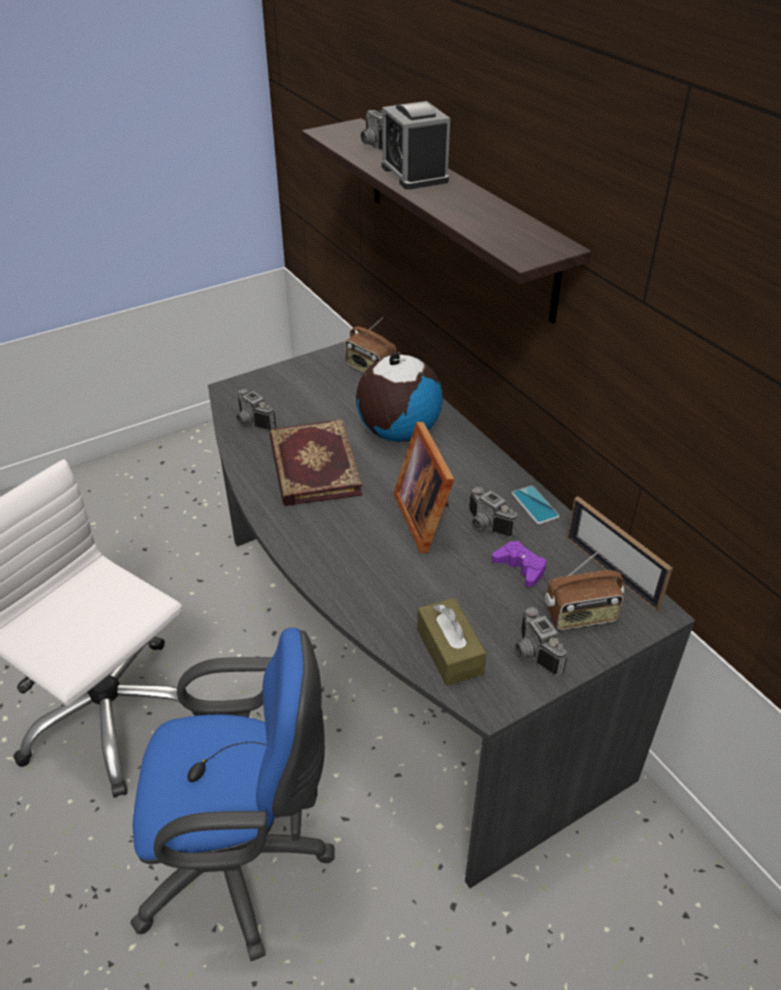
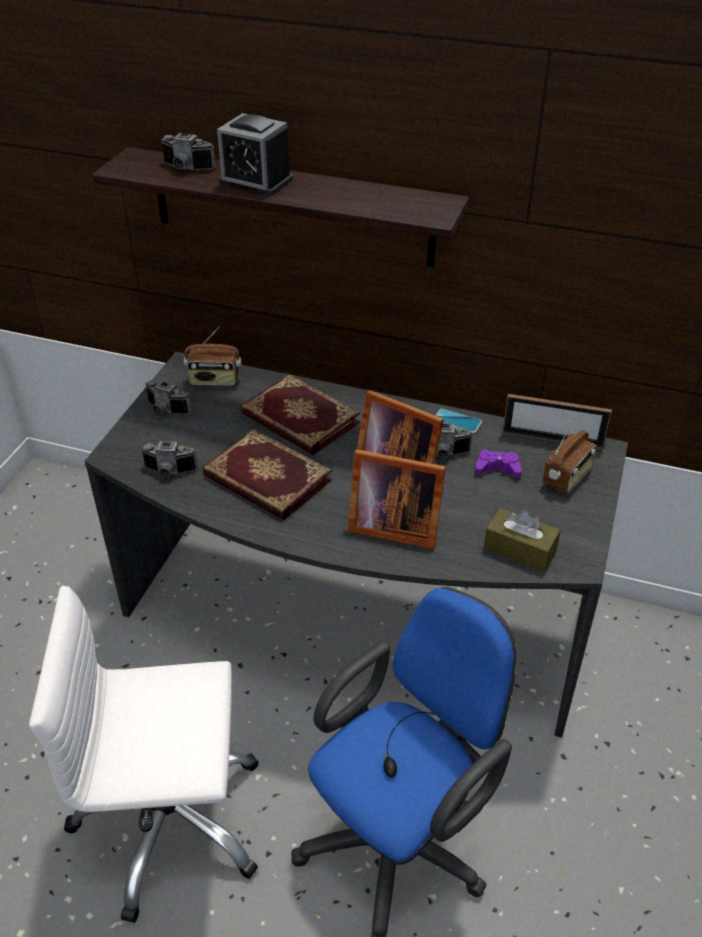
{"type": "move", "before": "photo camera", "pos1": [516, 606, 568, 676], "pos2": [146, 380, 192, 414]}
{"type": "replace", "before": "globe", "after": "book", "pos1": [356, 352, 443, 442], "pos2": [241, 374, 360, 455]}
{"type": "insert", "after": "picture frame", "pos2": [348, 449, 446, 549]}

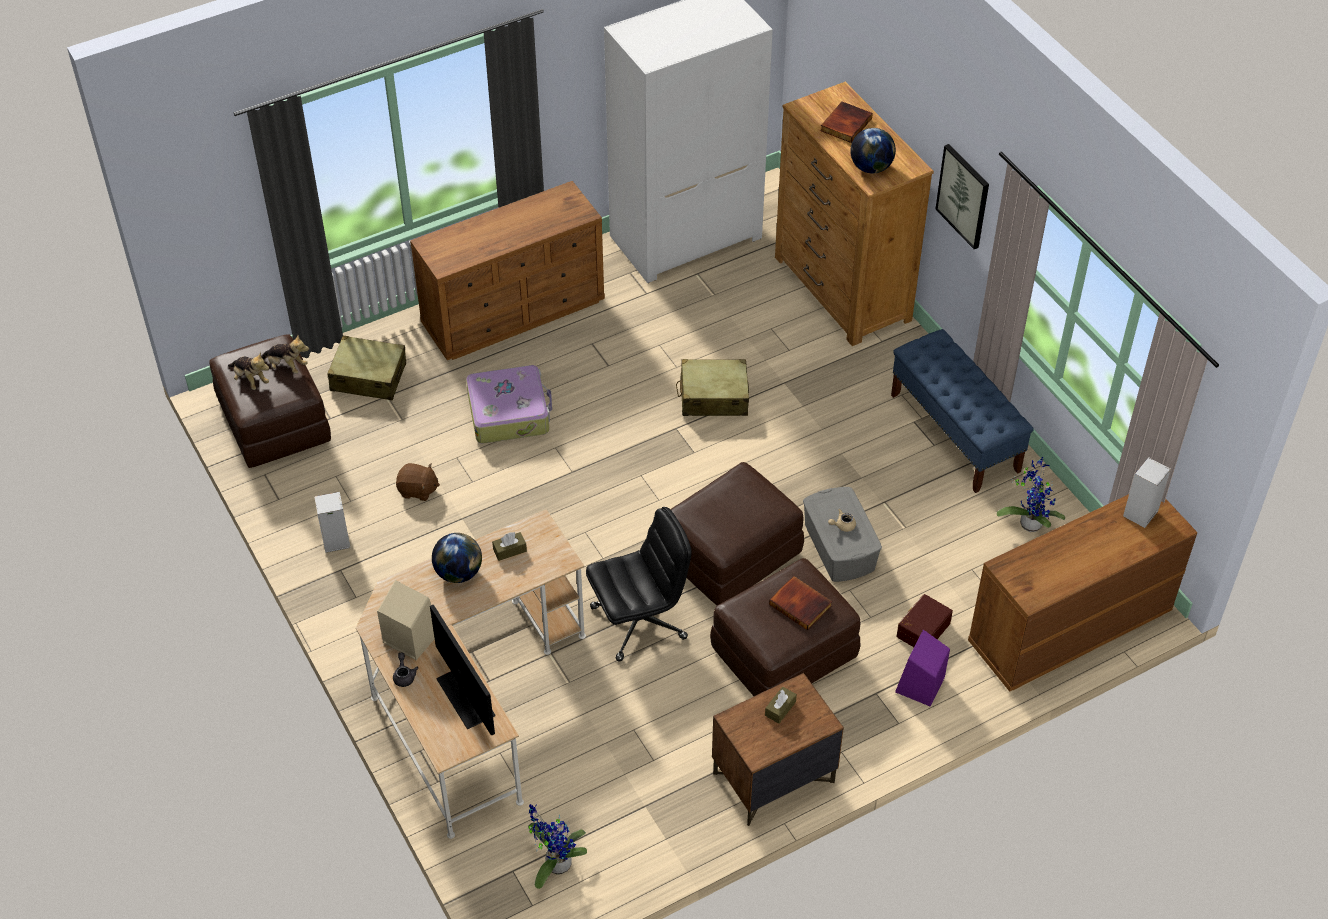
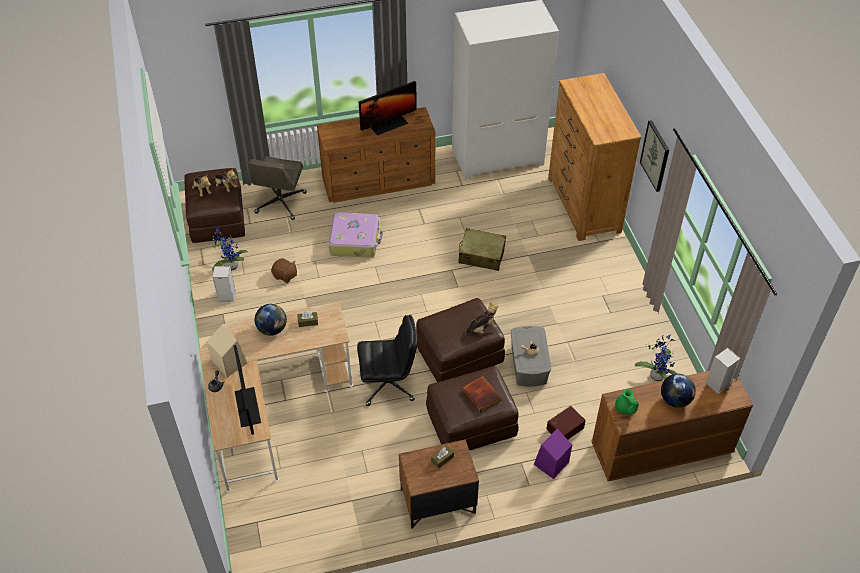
{"type": "move", "before": "potted plant", "pos1": [528, 804, 587, 889], "pos2": [211, 227, 248, 271]}
{"type": "replace", "before": "beige suitcase", "after": "grey office chair", "pos1": [328, 336, 406, 400], "pos2": [248, 156, 307, 220]}
{"type": "insert", "after": "monitor", "pos2": [359, 81, 417, 135]}
{"type": "insert", "after": "plush toy", "pos2": [464, 302, 498, 338]}
{"type": "insert", "after": "green teapot", "pos2": [615, 389, 639, 414]}
{"type": "move", "before": "globe", "pos1": [850, 128, 896, 173], "pos2": [661, 374, 696, 408]}
{"type": "delete", "before": "book", "pos1": [820, 101, 872, 143]}
{"type": "delete", "before": "blue bench", "pos1": [891, 329, 1034, 493]}

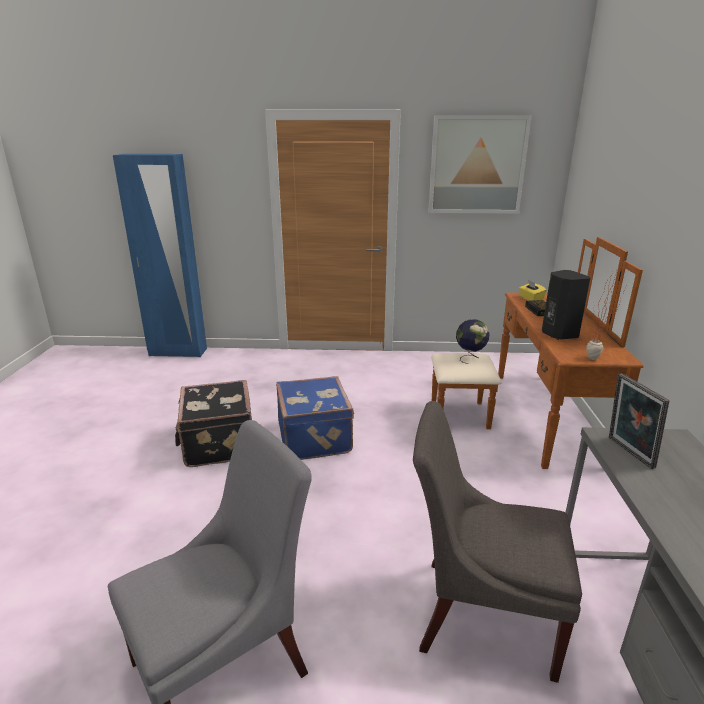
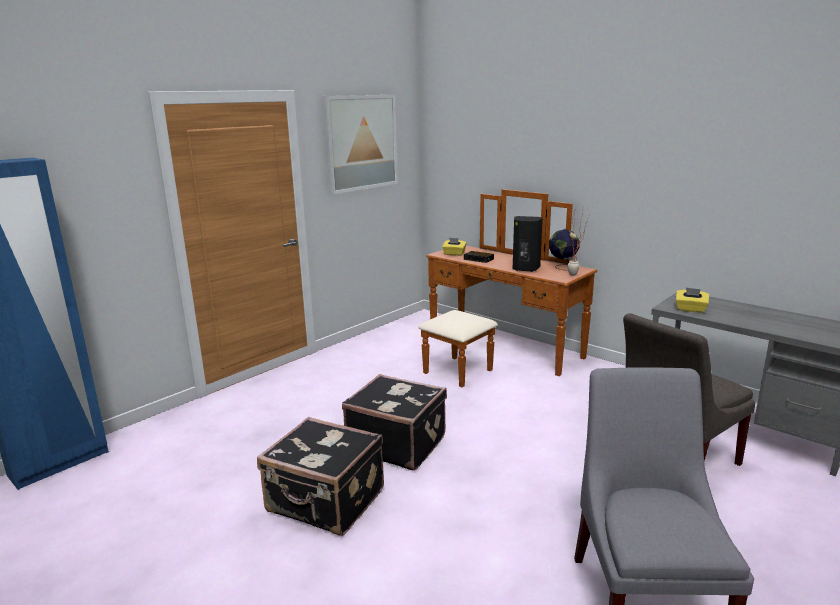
{"type": "recolor", "before": "blue suitcase", "after": "black suitcase", "pos1": [276, 376, 354, 460], "pos2": [342, 374, 447, 471]}
{"type": "move", "before": "globe", "pos1": [456, 319, 490, 364], "pos2": [549, 229, 580, 270]}
{"type": "replace", "before": "picture frame", "after": "yellow tissue box", "pos1": [609, 373, 669, 469], "pos2": [676, 287, 709, 313]}

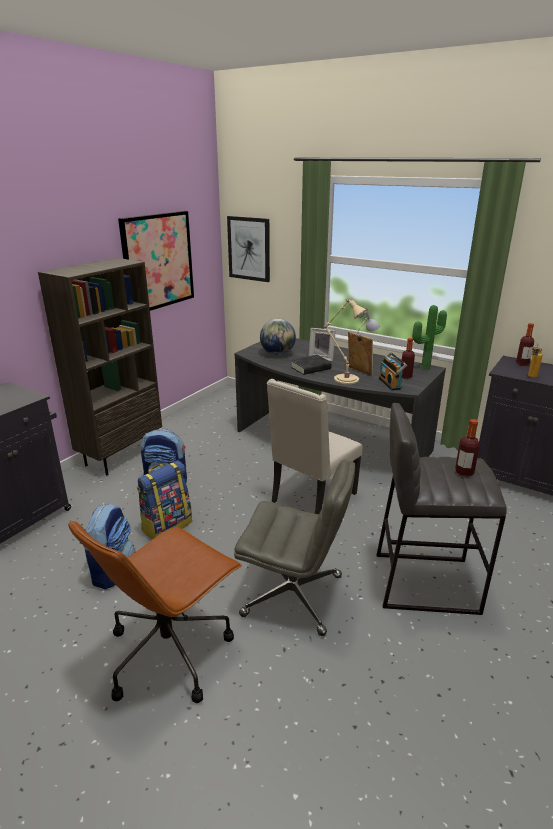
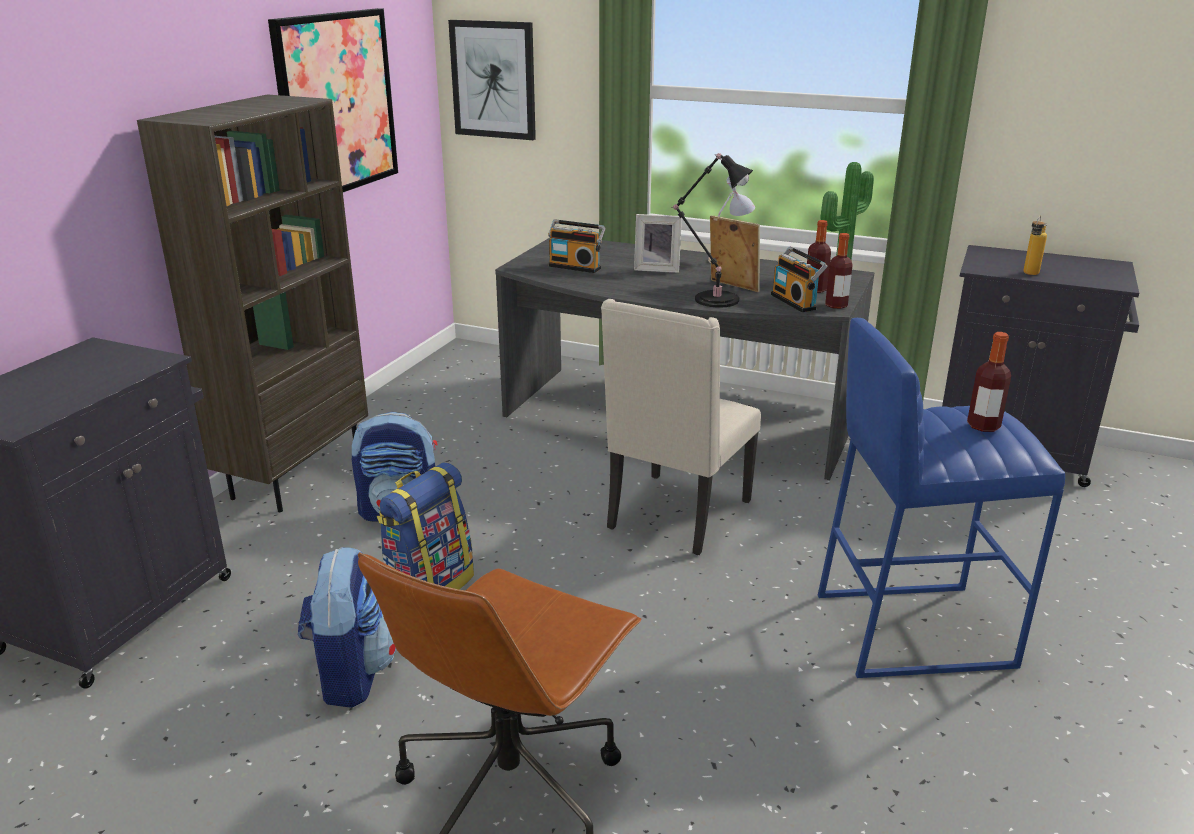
{"type": "replace", "before": "globe", "after": "radio", "pos1": [260, 319, 296, 356], "pos2": [548, 219, 606, 273]}
{"type": "recolor", "before": "beige table lamp", "after": "black table lamp", "pos1": [324, 299, 367, 384], "pos2": [671, 153, 753, 308]}
{"type": "recolor", "before": "grey stool", "after": "blue stool", "pos1": [376, 403, 507, 615], "pos2": [818, 318, 1065, 678]}
{"type": "move", "before": "bottle", "pos1": [516, 323, 534, 366], "pos2": [825, 233, 852, 309]}
{"type": "delete", "before": "grey office chair", "pos1": [234, 460, 356, 636]}
{"type": "delete", "before": "black book", "pos1": [291, 355, 332, 375]}

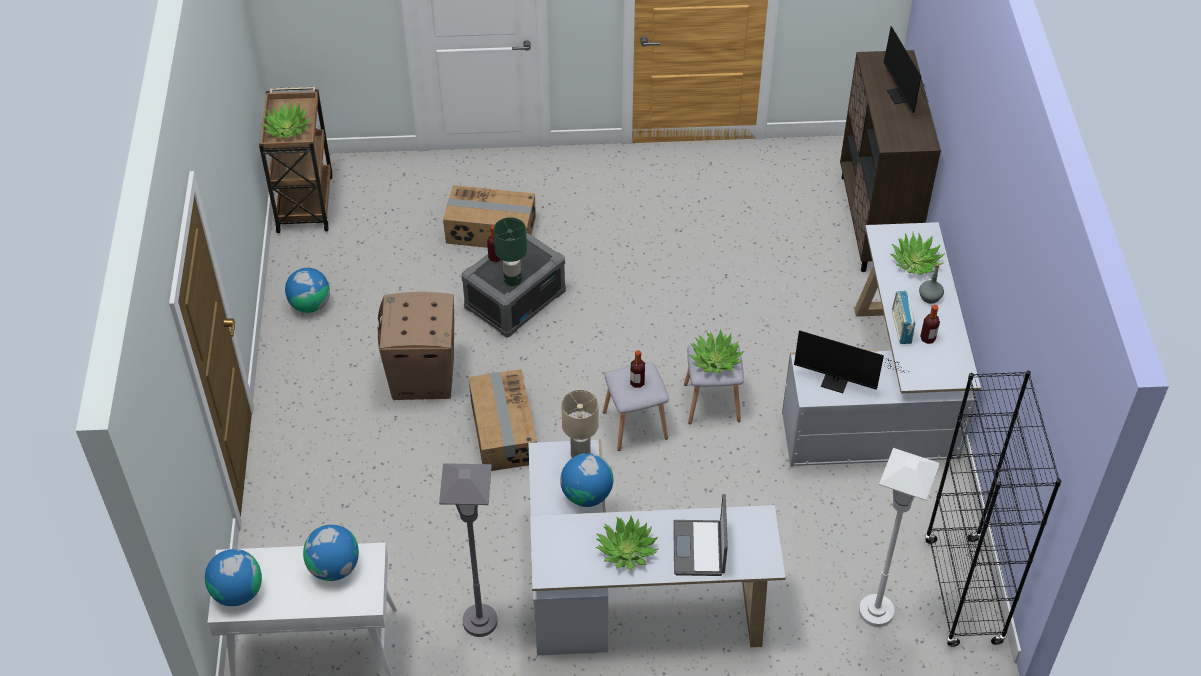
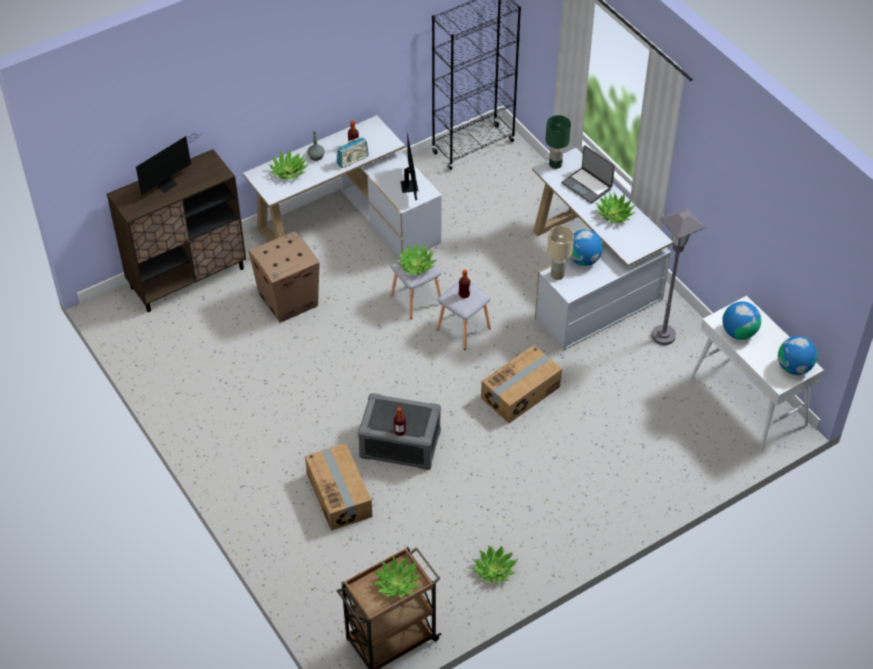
{"type": "move", "before": "cardboard box", "pos1": [378, 292, 454, 400], "pos2": [248, 231, 319, 323]}
{"type": "replace", "before": "globe", "after": "potted plant", "pos1": [285, 268, 330, 313], "pos2": [472, 545, 517, 584]}
{"type": "move", "before": "green table lamp", "pos1": [493, 217, 527, 286], "pos2": [545, 115, 571, 169]}
{"type": "rotate", "before": "laptop", "pos1": [673, 494, 728, 576], "pos2": [562, 145, 615, 204], "turn": 75}
{"type": "delete", "before": "white floor lamp", "pos1": [859, 448, 940, 627]}

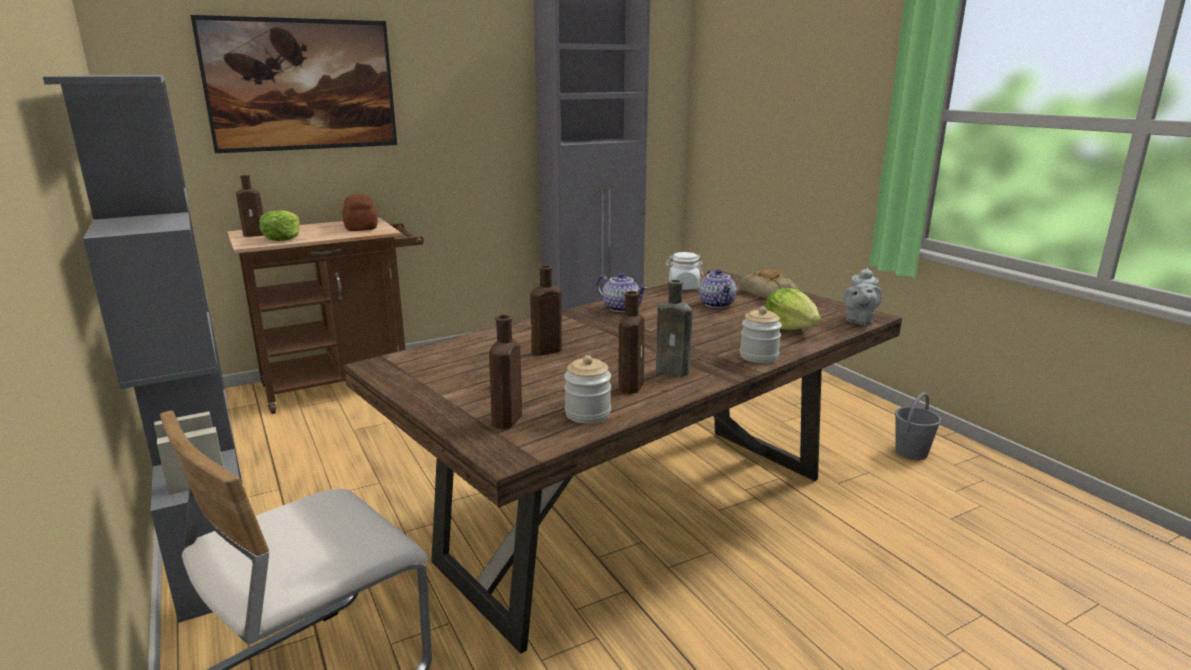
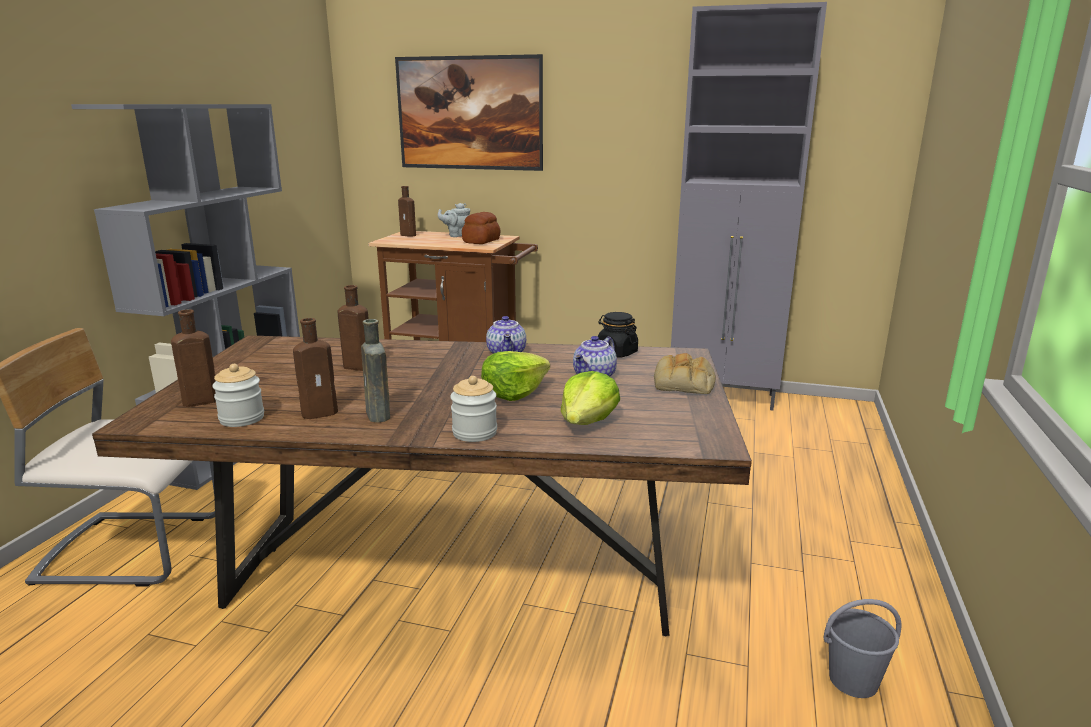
{"type": "move", "before": "grey teapot", "pos1": [843, 268, 883, 325], "pos2": [438, 203, 470, 237]}
{"type": "move", "before": "lettuce", "pos1": [259, 210, 300, 241], "pos2": [481, 351, 550, 401]}
{"type": "recolor", "before": "white jar", "after": "black jar", "pos1": [666, 252, 703, 290], "pos2": [597, 312, 638, 357]}

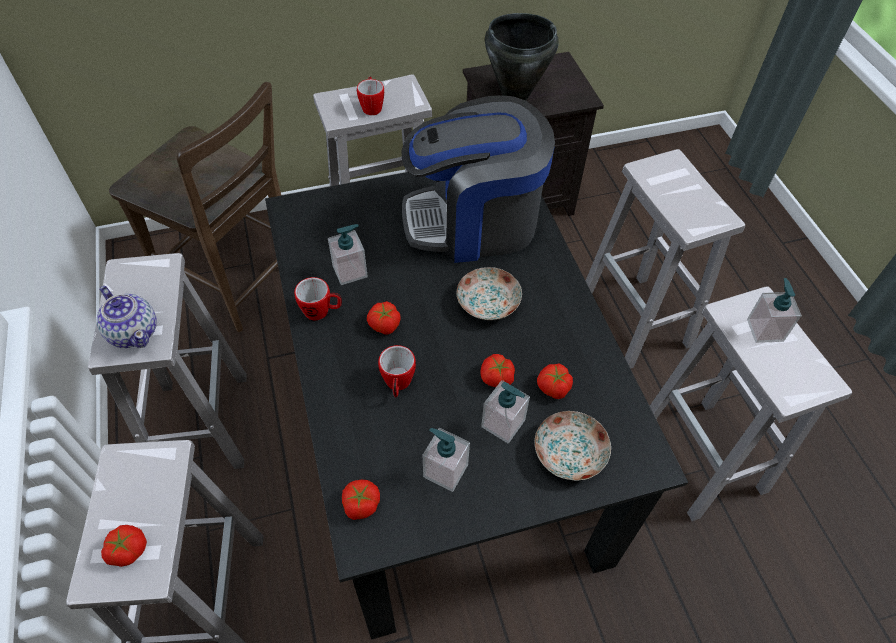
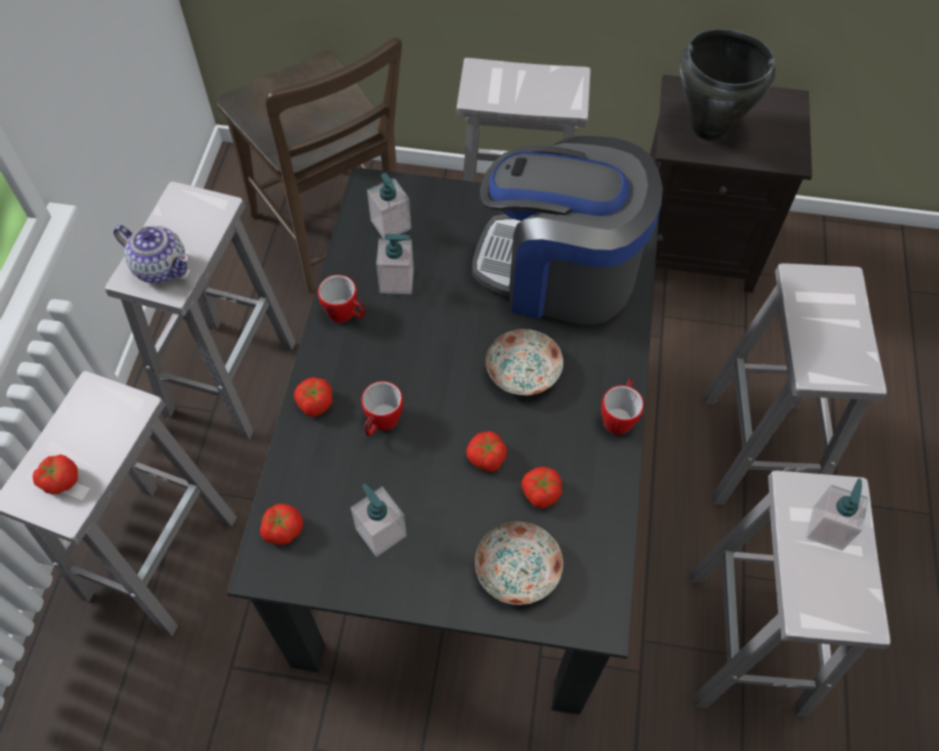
{"type": "rotate", "before": "teapot", "pos1": [96, 286, 156, 348], "pos2": [114, 225, 189, 283], "turn": -45}
{"type": "move", "before": "tomato", "pos1": [367, 301, 400, 335], "pos2": [294, 377, 332, 417]}
{"type": "move", "before": "soap dispenser", "pos1": [481, 380, 530, 443], "pos2": [367, 173, 411, 238]}
{"type": "move", "before": "mug", "pos1": [357, 77, 384, 115], "pos2": [601, 378, 644, 435]}

